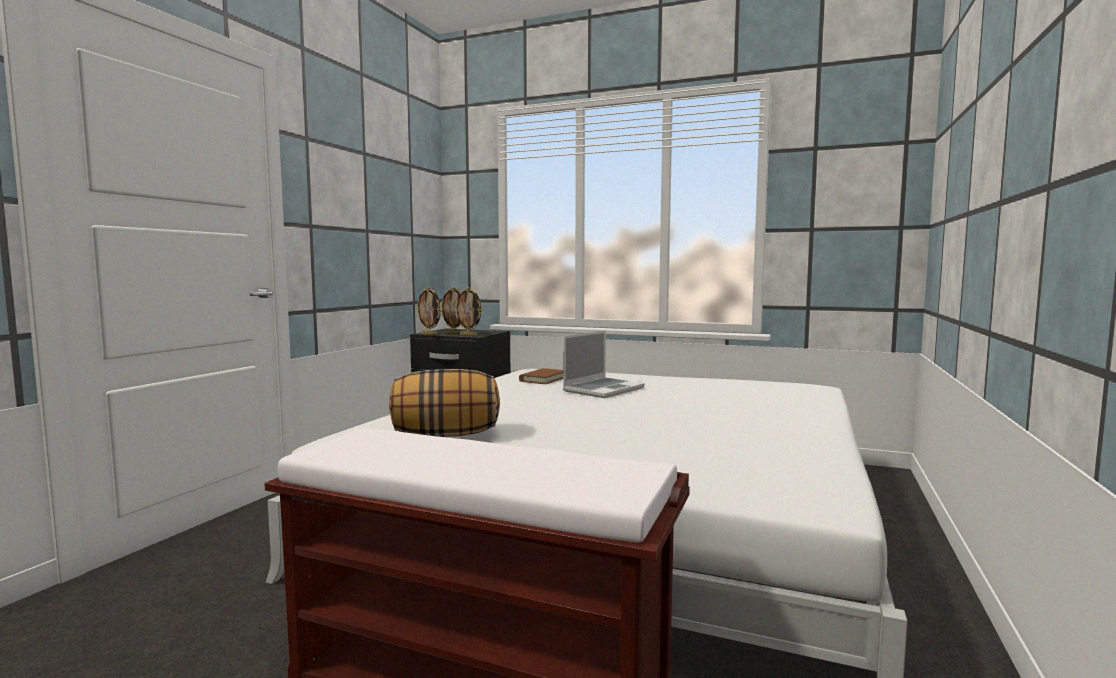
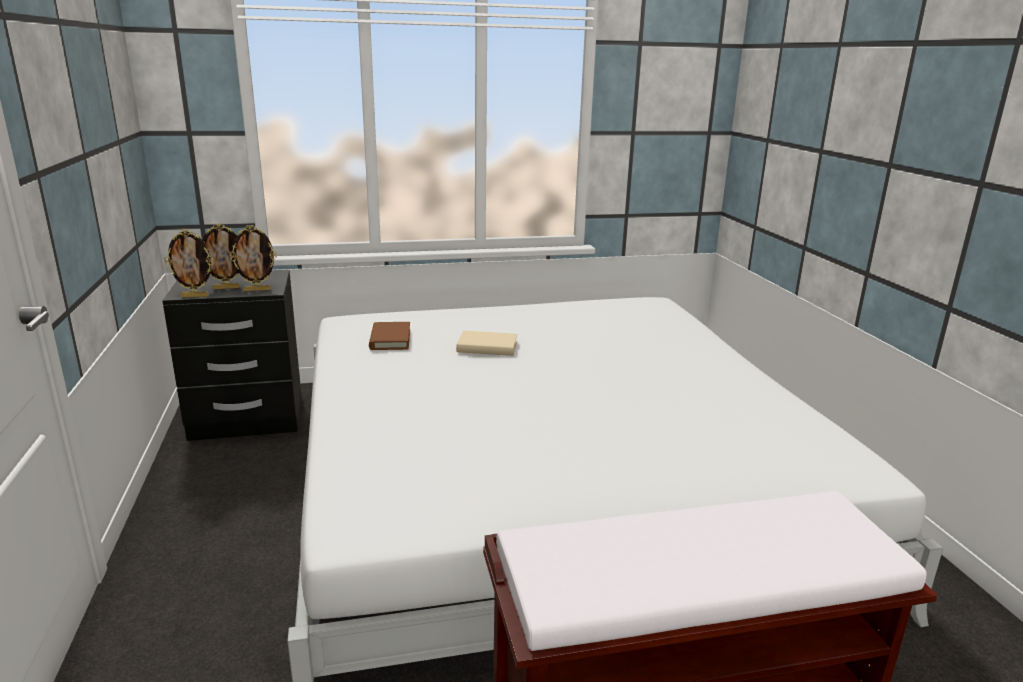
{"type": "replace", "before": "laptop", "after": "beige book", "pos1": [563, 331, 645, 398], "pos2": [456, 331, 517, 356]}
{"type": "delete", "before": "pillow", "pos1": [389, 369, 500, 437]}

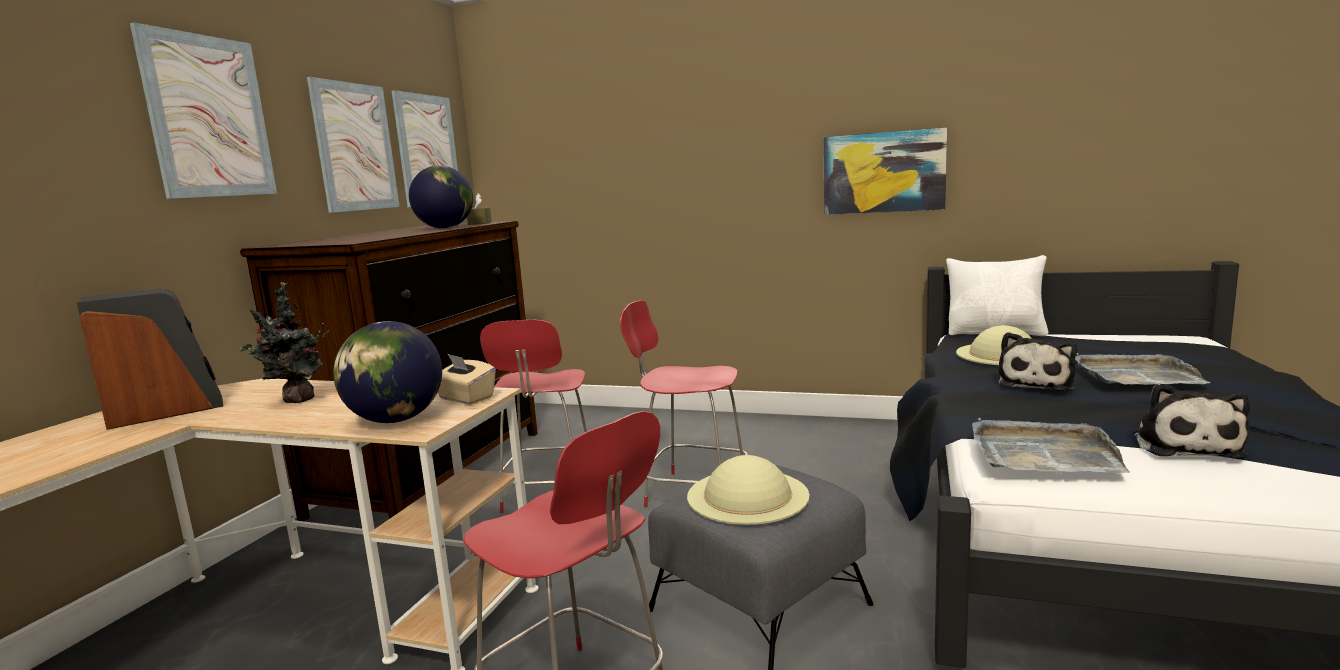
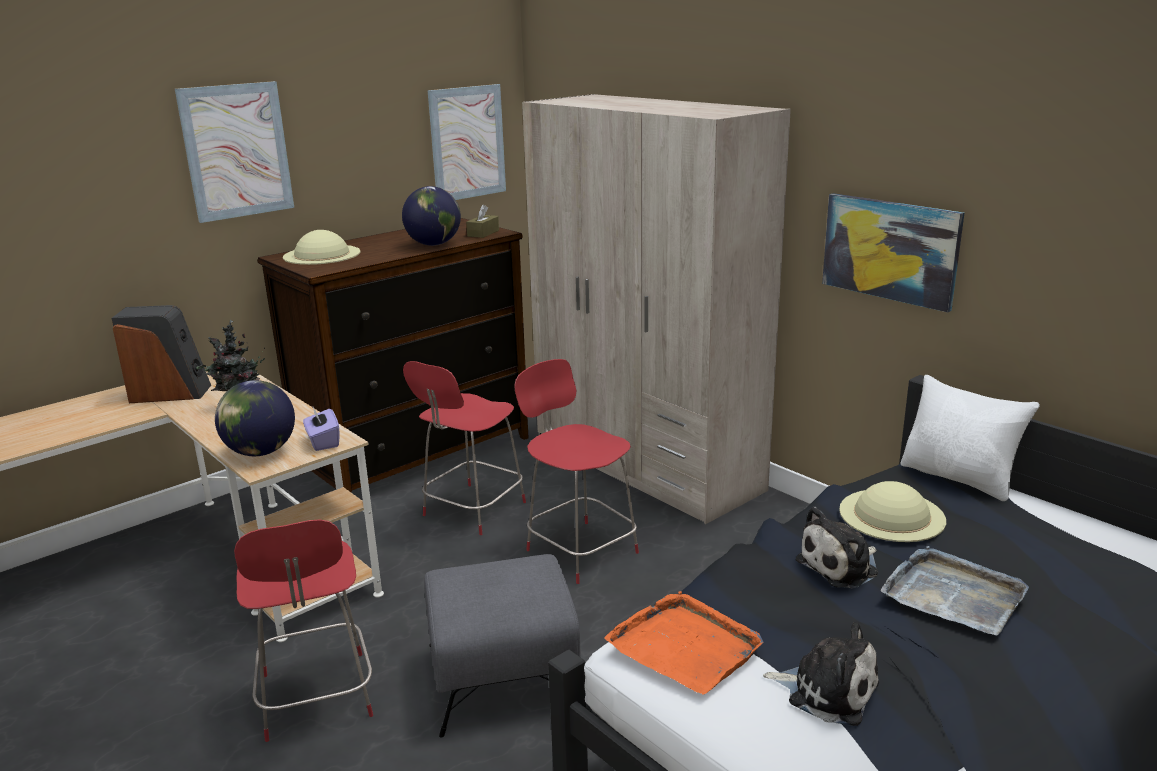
{"type": "move", "before": "beige hat", "pos1": [687, 455, 810, 525], "pos2": [283, 230, 360, 265]}
{"type": "recolor", "before": "beige tissue box", "after": "purple tissue box", "pos1": [438, 354, 496, 405], "pos2": [303, 407, 340, 451]}
{"type": "insert", "after": "beige wardrobe", "pos2": [522, 94, 791, 524]}
{"type": "recolor", "before": "grey tray", "after": "orange tray", "pos1": [972, 418, 1130, 474], "pos2": [604, 591, 763, 694]}
{"type": "rotate", "before": "plush toy", "pos1": [1133, 384, 1250, 459], "pos2": [763, 622, 879, 726], "turn": -105}
{"type": "delete", "before": "picture", "pos1": [307, 77, 400, 213]}

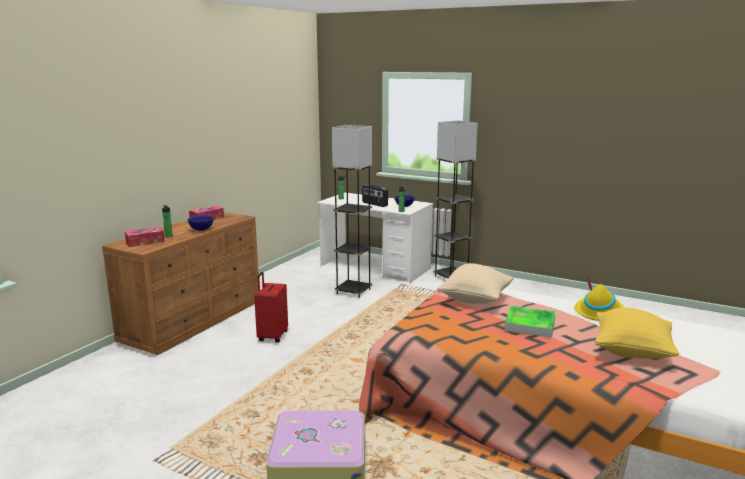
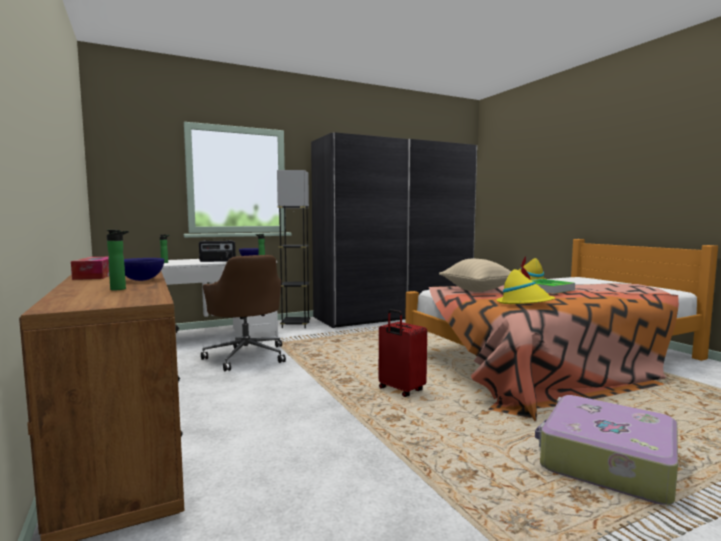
{"type": "replace", "before": "grey floor lamp", "after": "brown office chair", "pos1": [332, 125, 372, 298], "pos2": [201, 255, 286, 371]}
{"type": "insert", "after": "grey wardrobe", "pos2": [311, 132, 477, 328]}
{"type": "move", "before": "red suitcase", "pos1": [254, 272, 288, 343], "pos2": [379, 309, 427, 397]}
{"type": "insert", "after": "yellow hat", "pos2": [497, 264, 555, 304]}
{"type": "delete", "before": "tissue box", "pos1": [125, 227, 165, 247]}
{"type": "delete", "before": "yellow pillow", "pos1": [595, 307, 679, 359]}

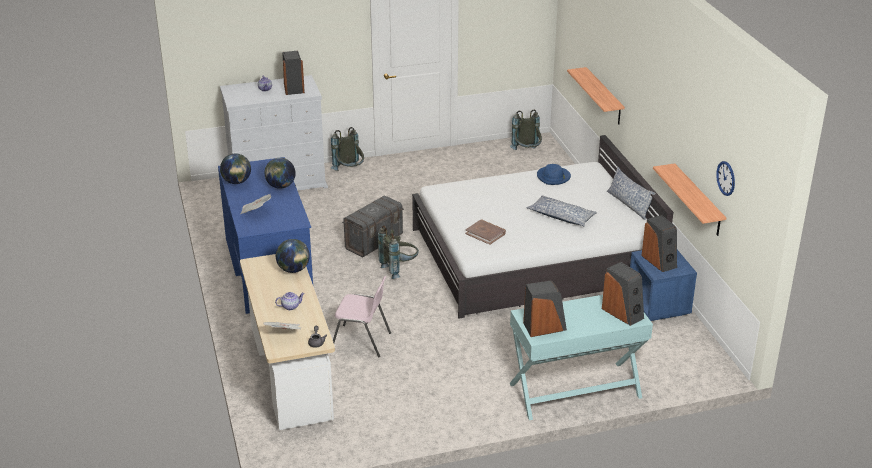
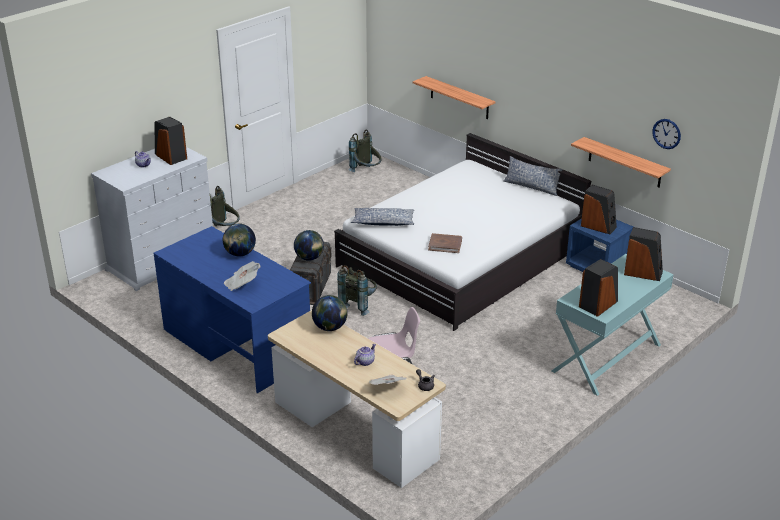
{"type": "move", "before": "globe", "pos1": [220, 153, 251, 184], "pos2": [294, 230, 324, 261]}
{"type": "move", "before": "pillow", "pos1": [526, 196, 597, 226], "pos2": [351, 208, 414, 226]}
{"type": "delete", "before": "blue hat", "pos1": [537, 164, 571, 185]}

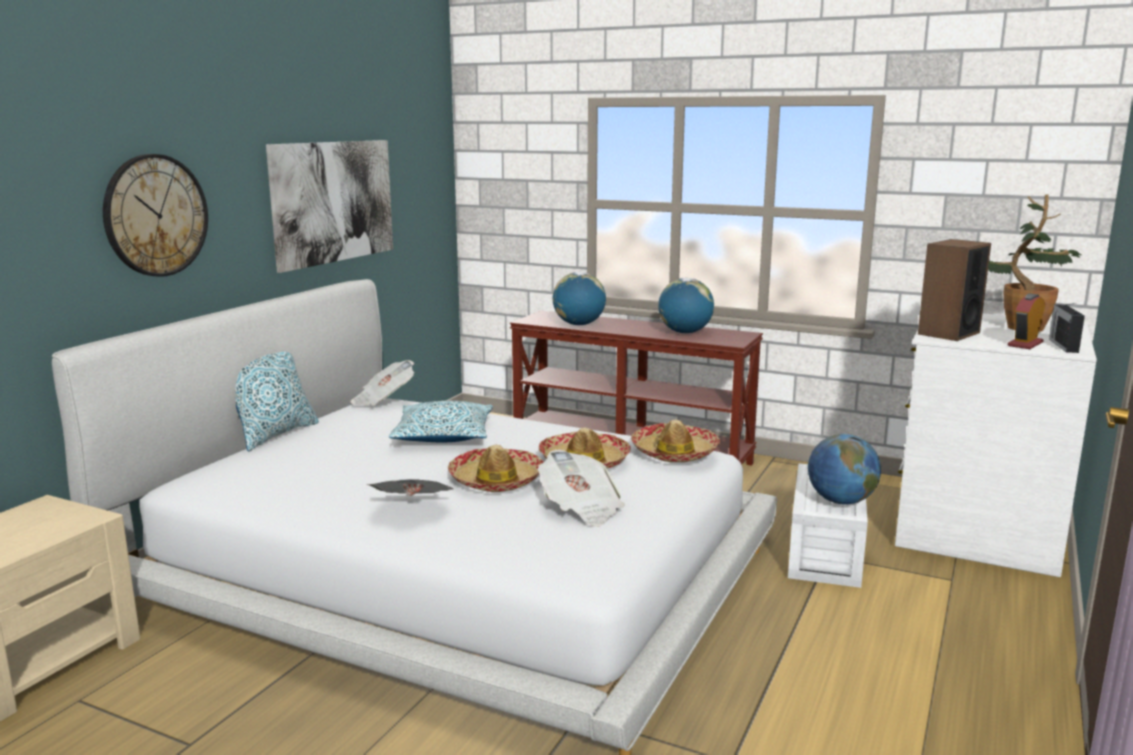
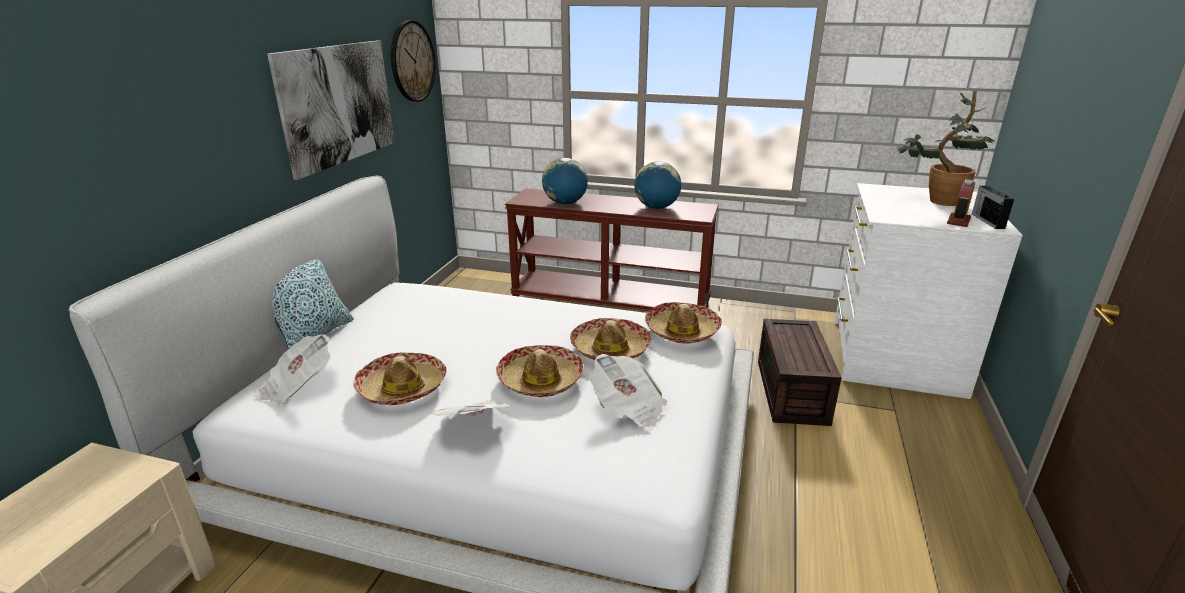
{"type": "move", "before": "newspaper", "pos1": [351, 360, 414, 406], "pos2": [255, 334, 331, 404]}
{"type": "insert", "after": "hat", "pos2": [353, 352, 447, 405]}
{"type": "move", "before": "wall clock", "pos1": [103, 154, 208, 277], "pos2": [391, 20, 435, 102]}
{"type": "recolor", "before": "white storage box", "after": "brown storage box", "pos1": [788, 463, 868, 588], "pos2": [758, 319, 842, 426]}
{"type": "delete", "before": "pillow", "pos1": [389, 401, 493, 442]}
{"type": "delete", "before": "globe", "pos1": [808, 434, 881, 505]}
{"type": "delete", "before": "speaker", "pos1": [918, 239, 991, 341]}

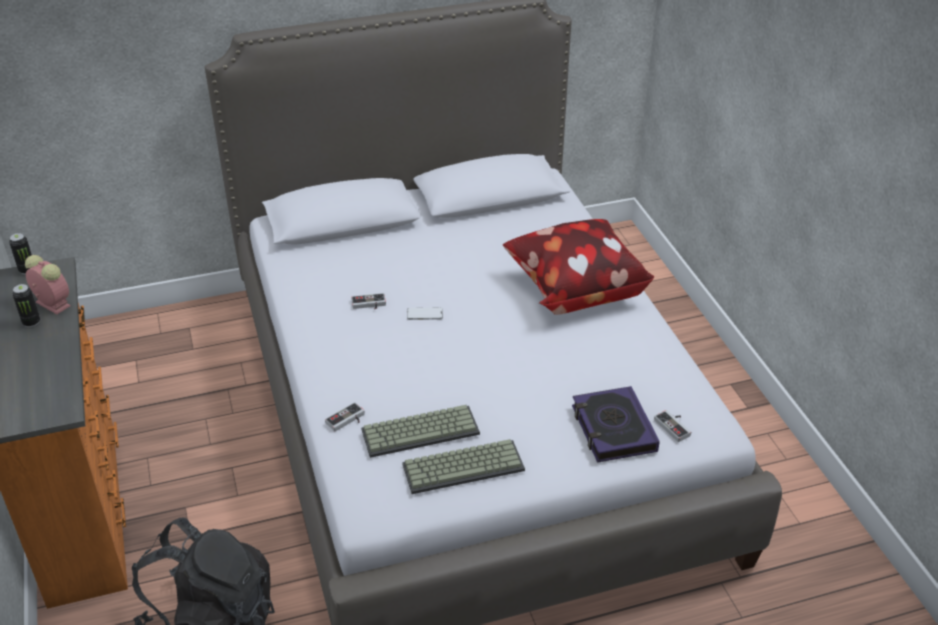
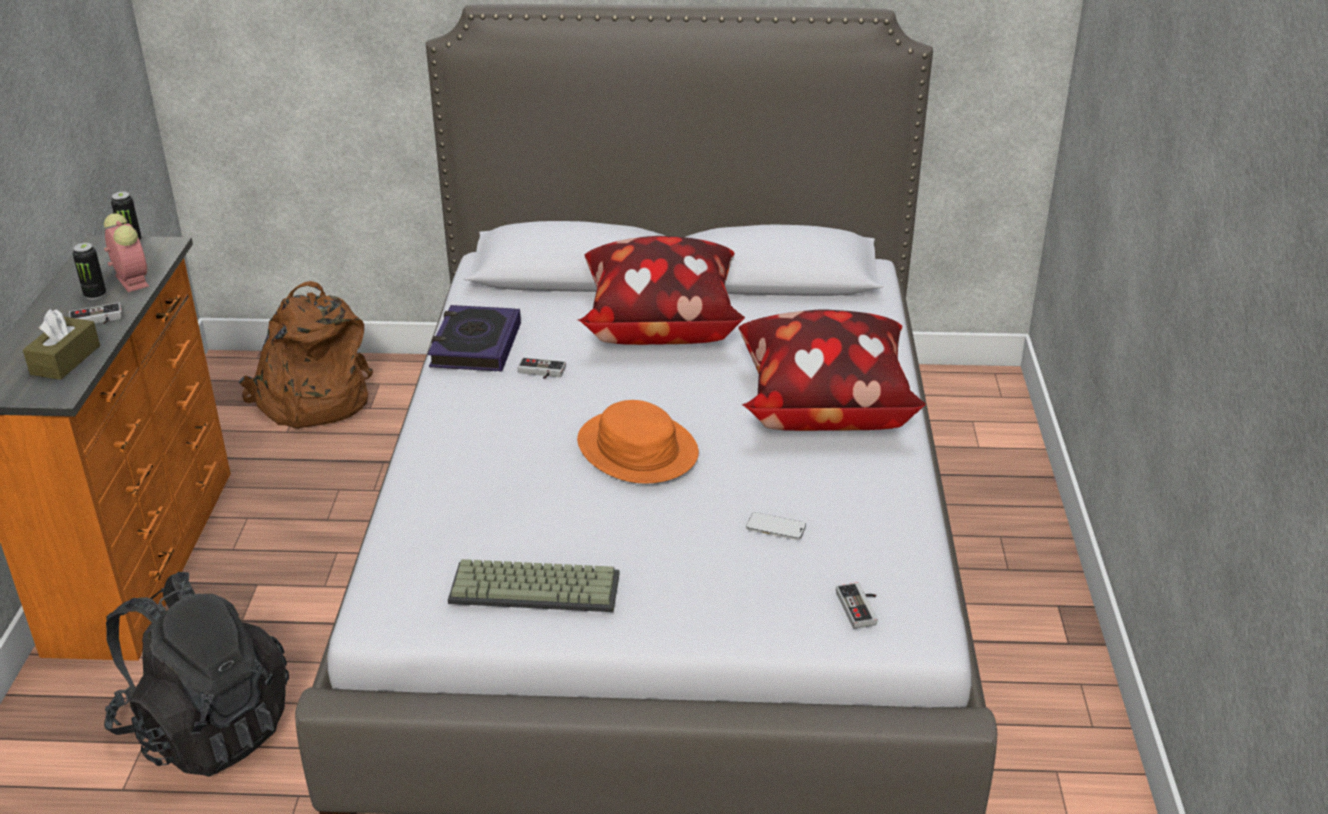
{"type": "insert", "after": "brown tissue box", "pos2": [23, 309, 100, 380]}
{"type": "move", "before": "game controller", "pos1": [325, 402, 365, 431], "pos2": [69, 303, 122, 324]}
{"type": "insert", "after": "brown backpack", "pos2": [239, 281, 373, 429]}
{"type": "move", "before": "book", "pos1": [572, 386, 660, 463], "pos2": [428, 305, 521, 372]}
{"type": "insert", "after": "orange hat", "pos2": [577, 400, 699, 483]}
{"type": "insert", "after": "pillow", "pos2": [578, 236, 745, 345]}
{"type": "move", "before": "phone", "pos1": [407, 307, 443, 320], "pos2": [746, 512, 806, 540]}
{"type": "delete", "before": "keyboard", "pos1": [361, 405, 480, 458]}

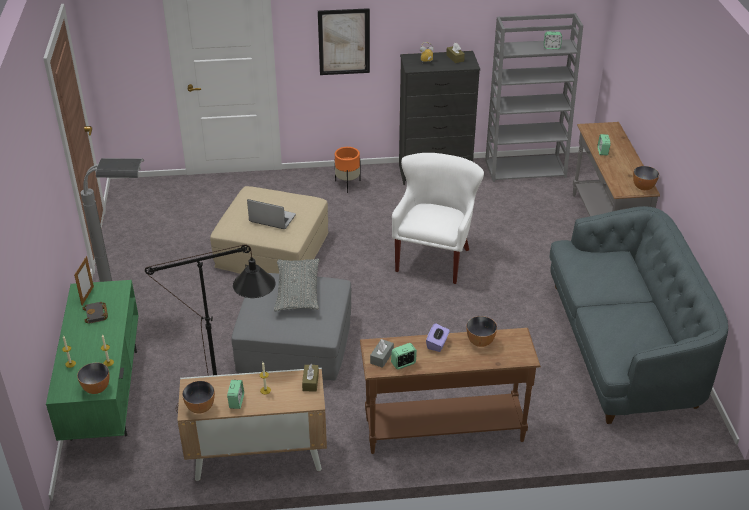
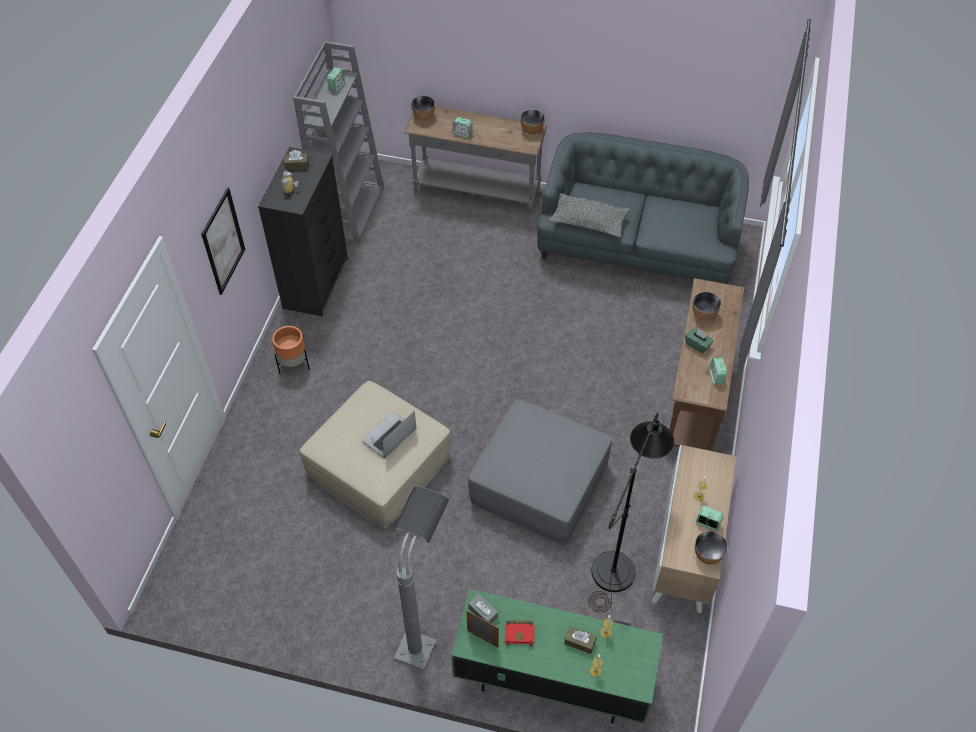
{"type": "move", "before": "bowl", "pos1": [77, 363, 110, 394], "pos2": [411, 96, 435, 120]}
{"type": "move", "before": "grey tissue box", "pos1": [370, 339, 394, 368], "pos2": [468, 594, 498, 624]}
{"type": "recolor", "before": "black book", "after": "red book", "pos1": [83, 302, 108, 324], "pos2": [505, 620, 534, 647]}
{"type": "move", "before": "grey pillow", "pos1": [274, 259, 320, 312], "pos2": [549, 193, 630, 238]}
{"type": "move", "before": "brown tissue box", "pos1": [302, 364, 319, 392], "pos2": [564, 626, 597, 654]}
{"type": "recolor", "before": "purple tissue box", "after": "green tissue box", "pos1": [426, 323, 450, 352], "pos2": [685, 328, 714, 353]}
{"type": "delete", "before": "white armchair", "pos1": [392, 153, 484, 284]}

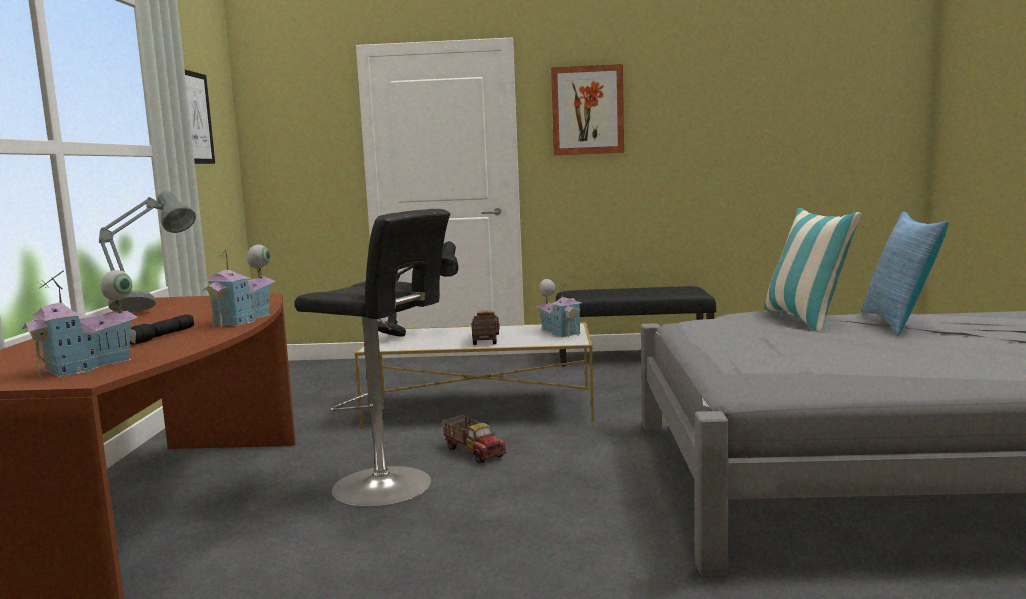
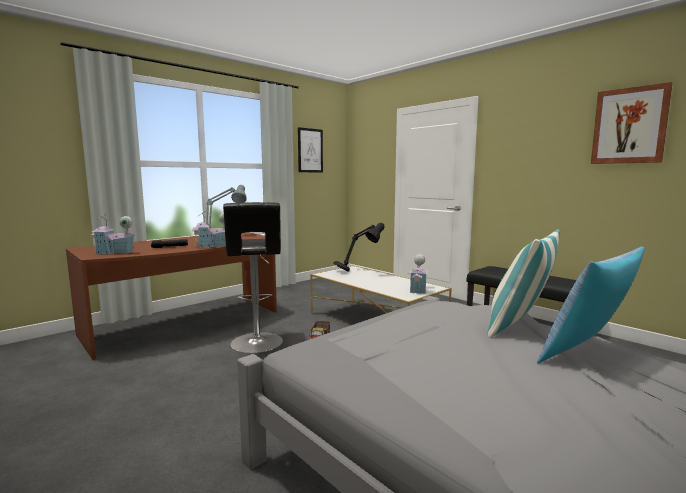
{"type": "move", "before": "picture", "pos1": [551, 64, 624, 155], "pos2": [591, 82, 673, 164]}
{"type": "delete", "before": "toy truck", "pos1": [471, 310, 500, 345]}

